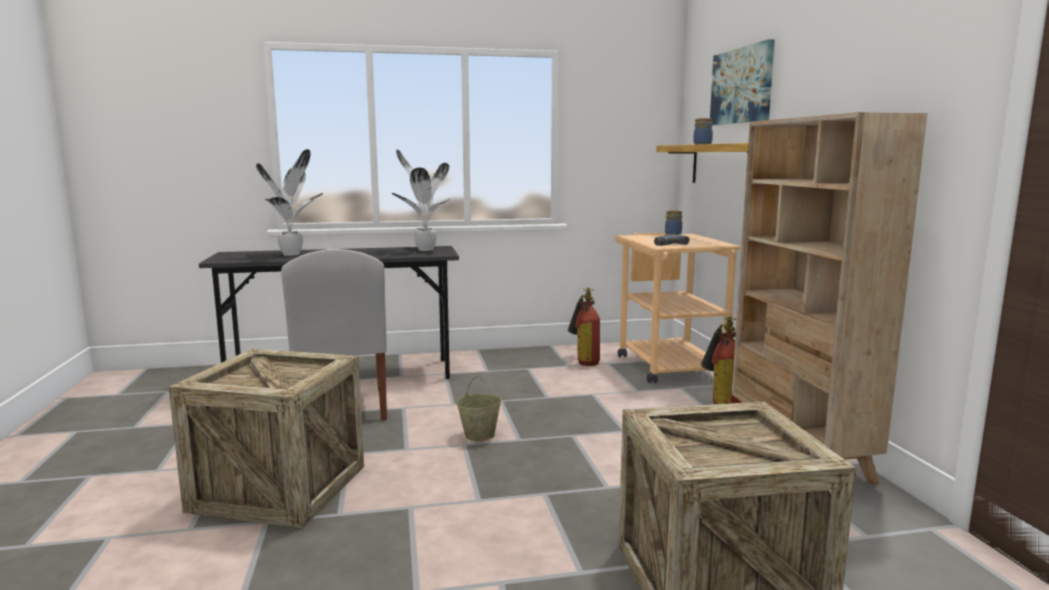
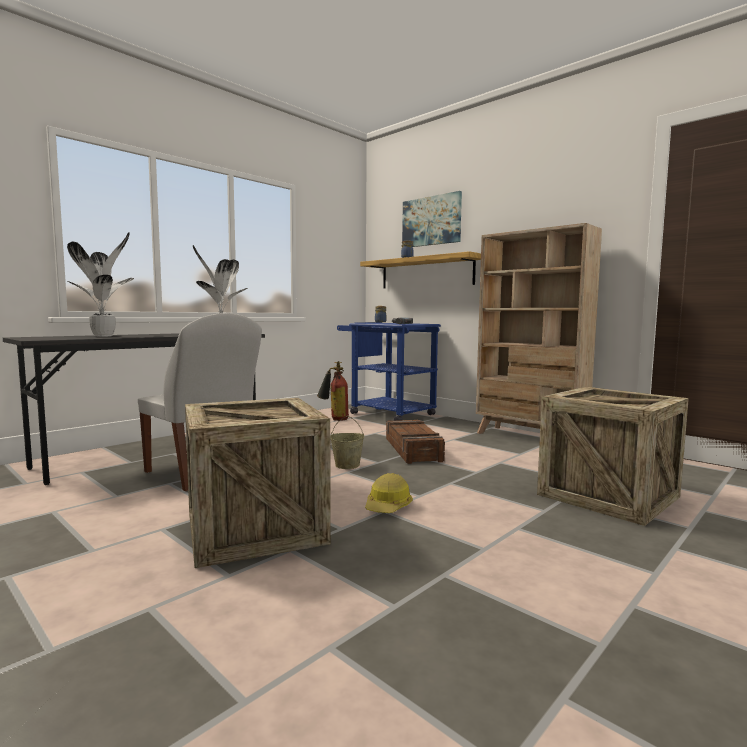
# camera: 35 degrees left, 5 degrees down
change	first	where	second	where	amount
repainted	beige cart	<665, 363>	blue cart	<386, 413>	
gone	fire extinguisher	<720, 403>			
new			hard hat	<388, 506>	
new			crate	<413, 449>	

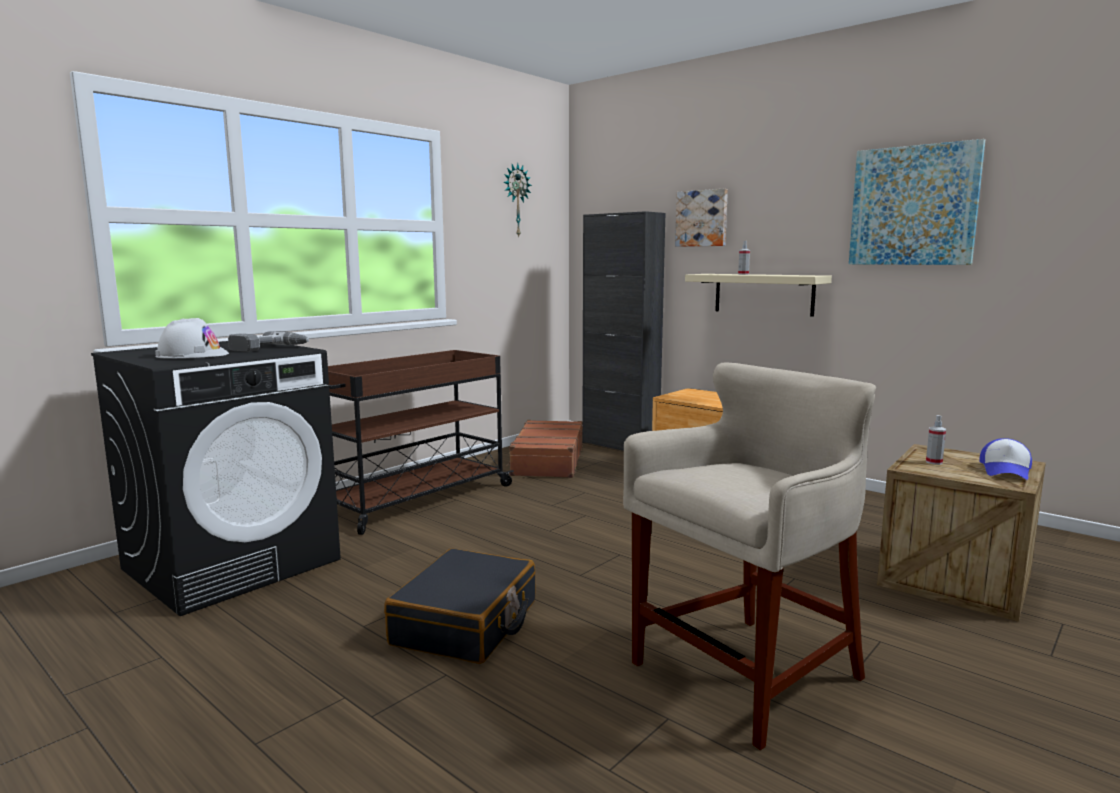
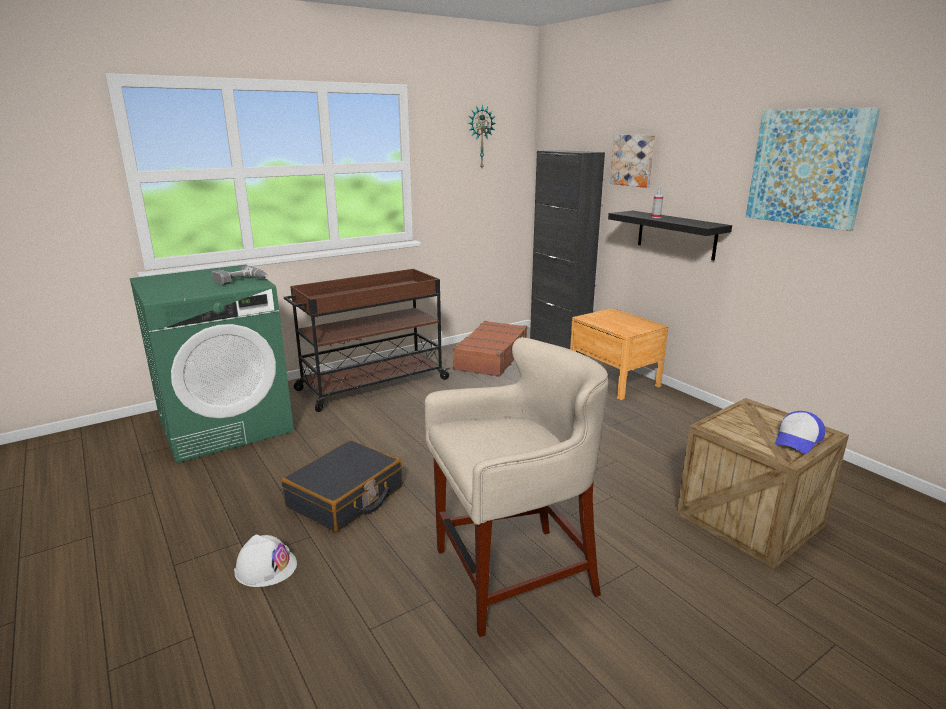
# camera: 15 degrees right, 10 degrees up
change	first	where	second	where	amount
repainted	black washing machine	<233, 563>	green washing machine	<226, 425>	
shifted	white hard hat	<192, 355>		<266, 567>	
repainted	beige shelf	<763, 294>	black shelf	<676, 234>	
gone	spray bottle	<934, 462>			

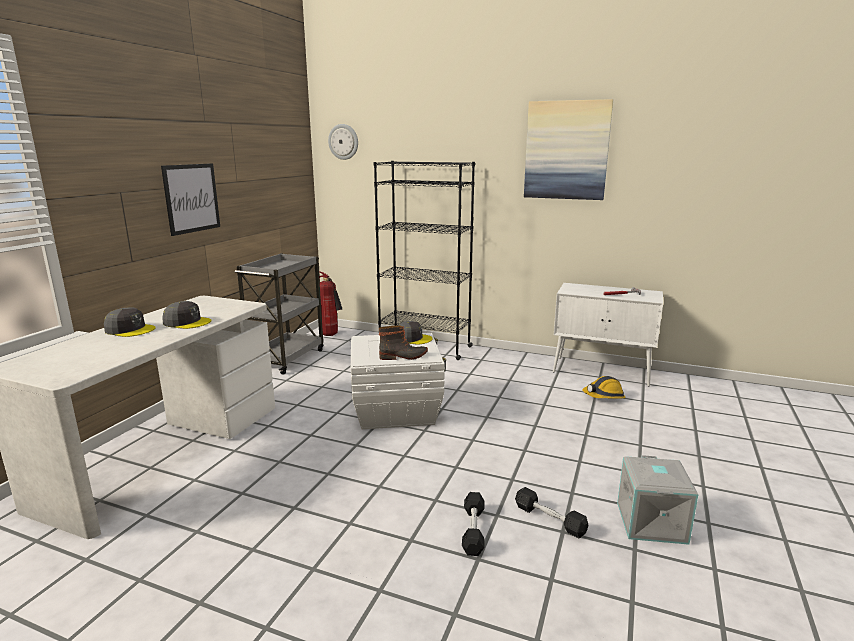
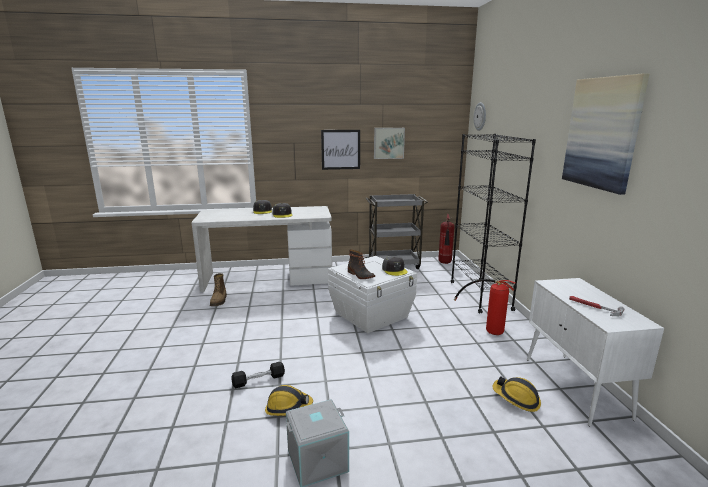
# camera: 60 degrees right, 0 degrees up
change	first	where	second	where	amount
swapped	black dumbbell	<550, 519>	hard hat	<288, 407>	
new			boot	<219, 301>	
new			picture	<388, 143>	
new			fire extinguisher	<485, 327>	

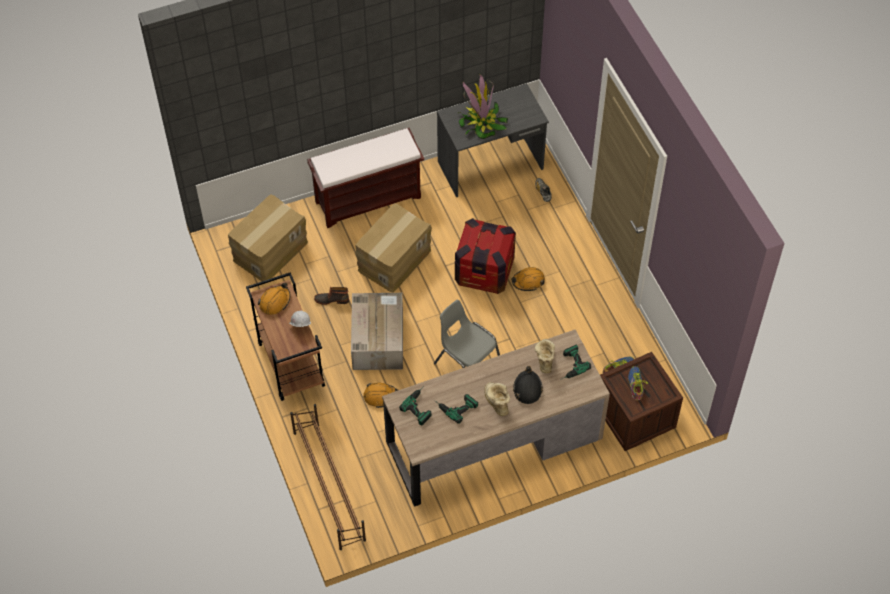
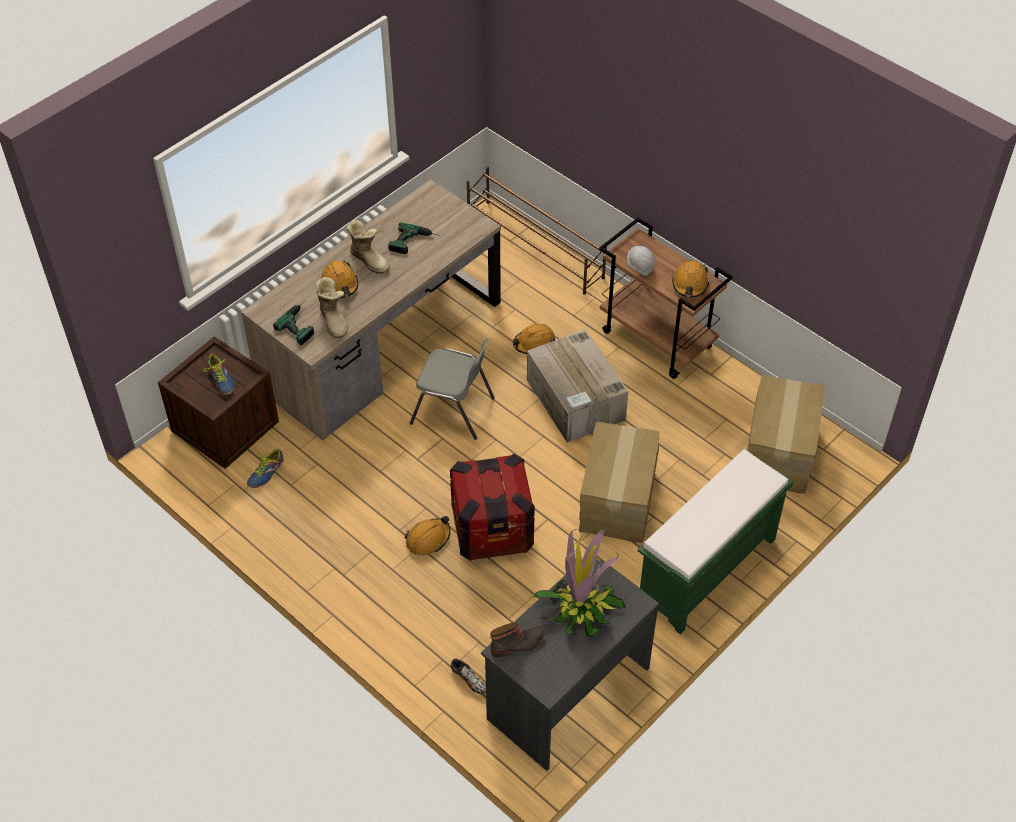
# camera: 155 degrees right, 5 degrees down
change	first	where	second	where	amount
repainted	brown bench	<369, 198>	green bench	<706, 571>	
shifted	boot	<331, 299>		<518, 644>	
gone	power drill	<421, 405>			
repainted	black hard hat	<527, 389>	orange hard hat	<340, 284>	

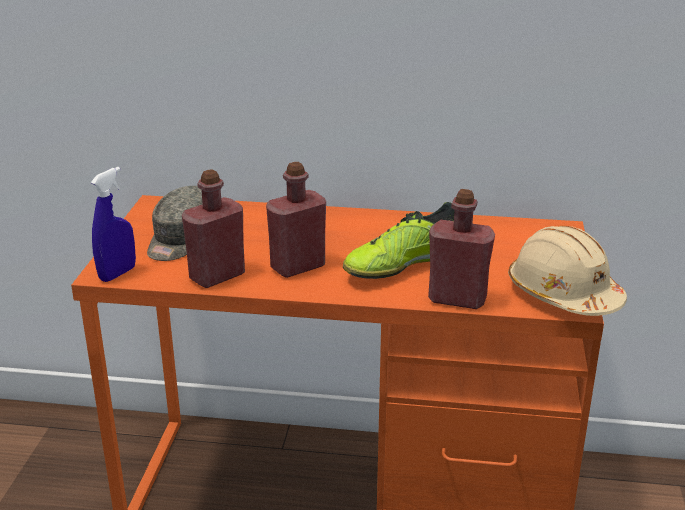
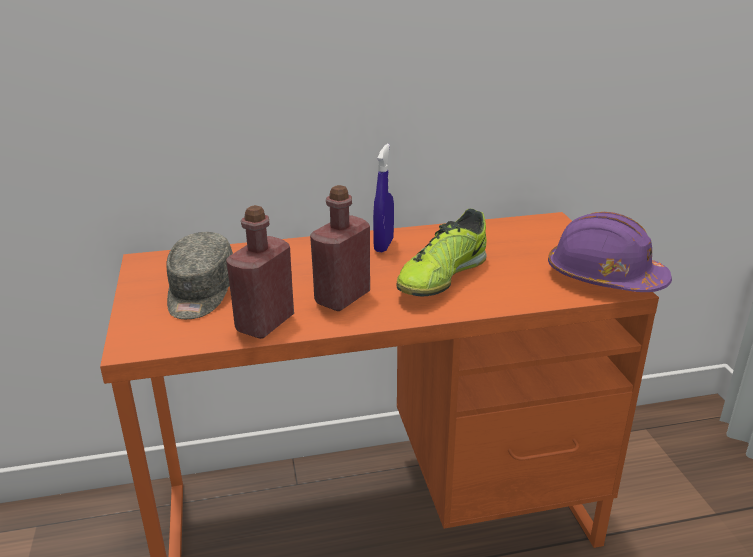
# camera: 20 degrees left, 0 degrees up
change	first	where	second	where	amount
shifted	blue spray bottle	<117, 274>		<383, 245>	
gone	red bottle	<457, 299>			
repainted	beige hard hat	<563, 294>	purple hard hat	<604, 278>	

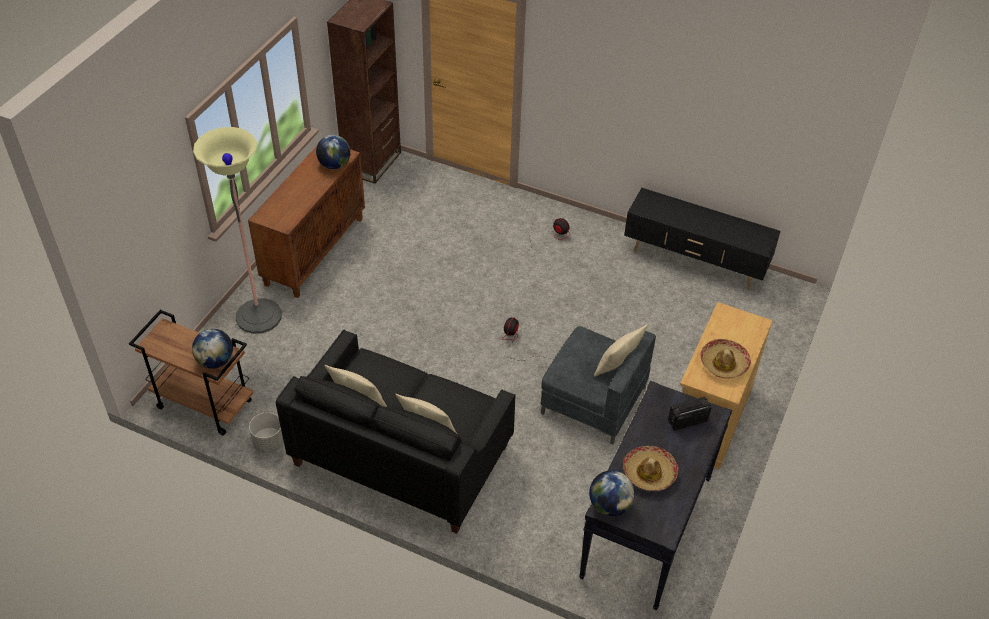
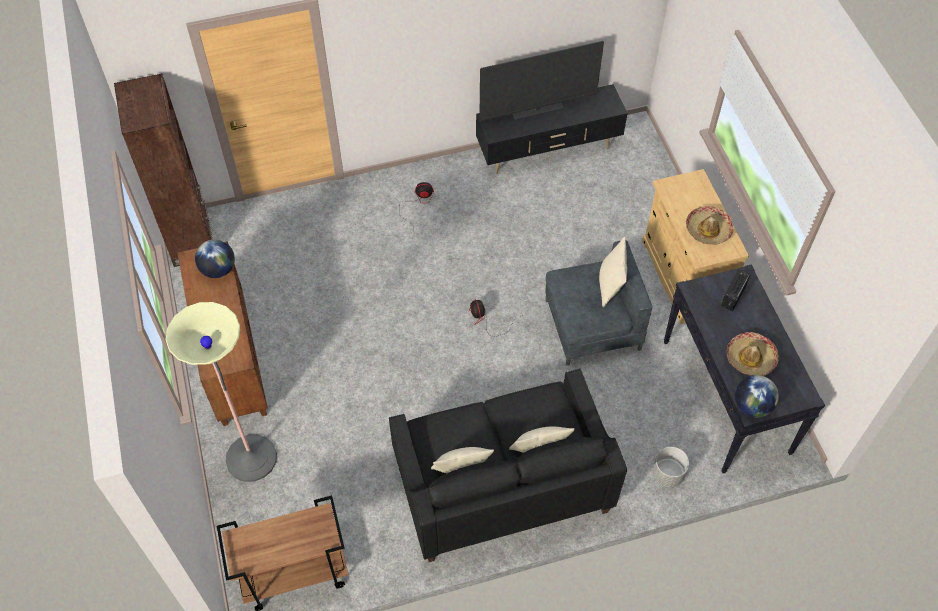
# camera: 40 degrees left, 10 degrees up
change	first	where	second	where	amount
gone	globe	<215, 361>			
shifted	grey planter	<268, 443>		<667, 474>	
new			television	<537, 110>	

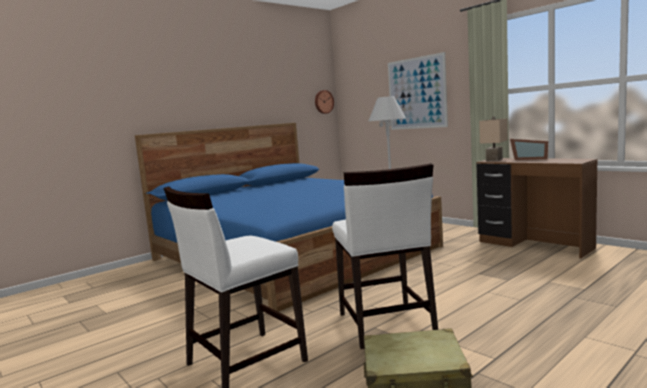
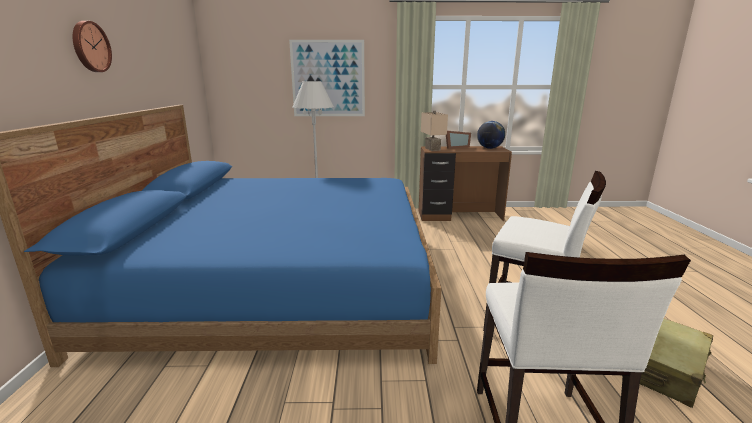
# camera: 50 degrees left, 10 degrees up
change	first	where	second	where	amount
shifted	wall clock	<323, 102>		<90, 47>	
new			globe	<489, 148>	

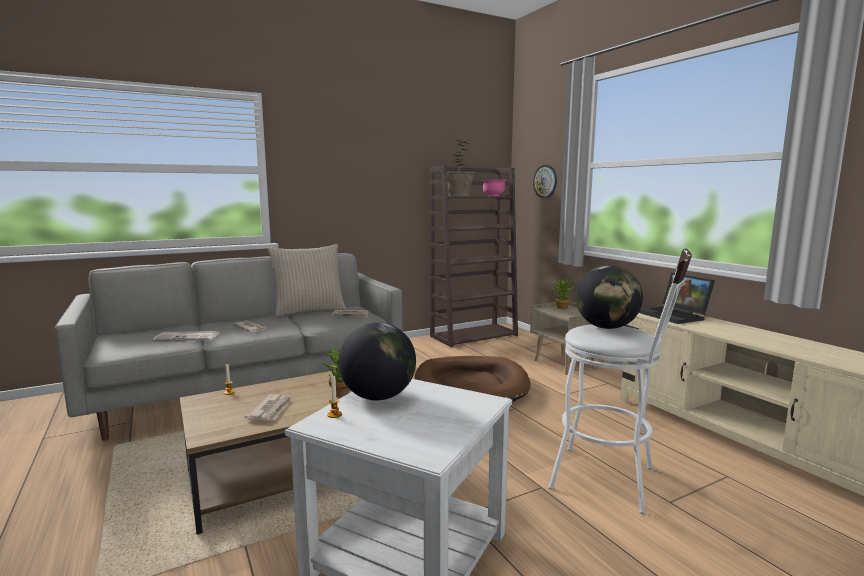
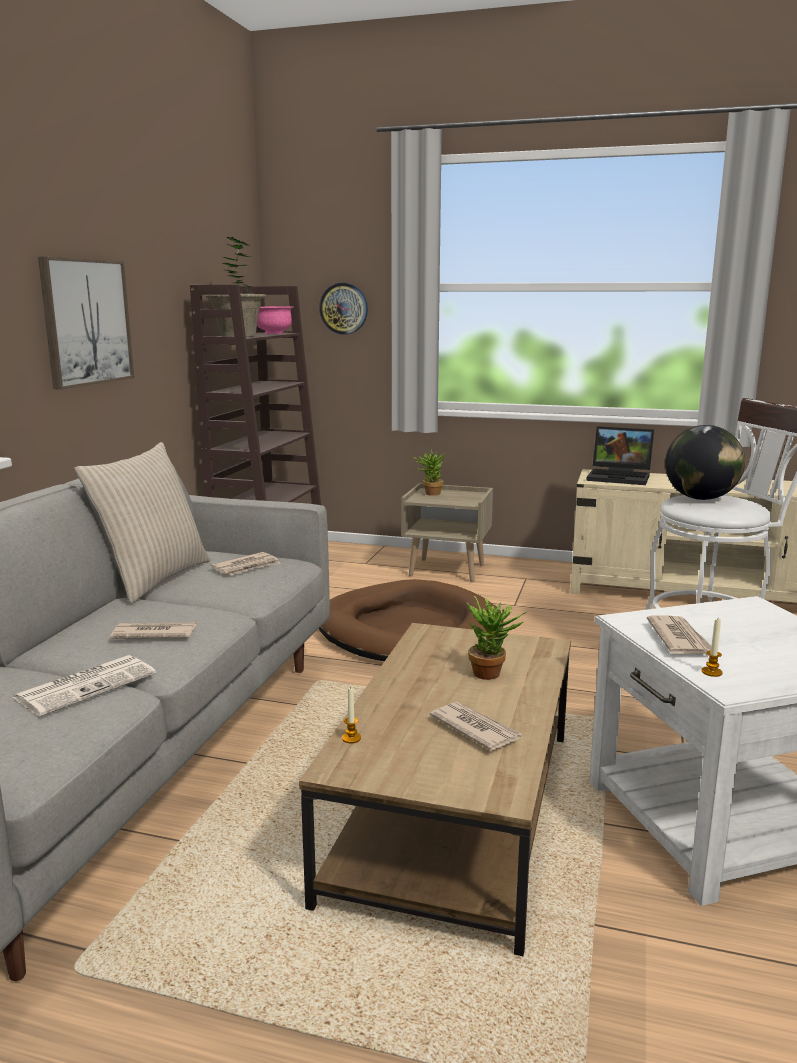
# camera: 45 degrees left, 5 degrees up
change	first	where	second	where	amount
swapped	globe	<378, 397>	newspaper	<680, 639>	
new			picture	<86, 322>	

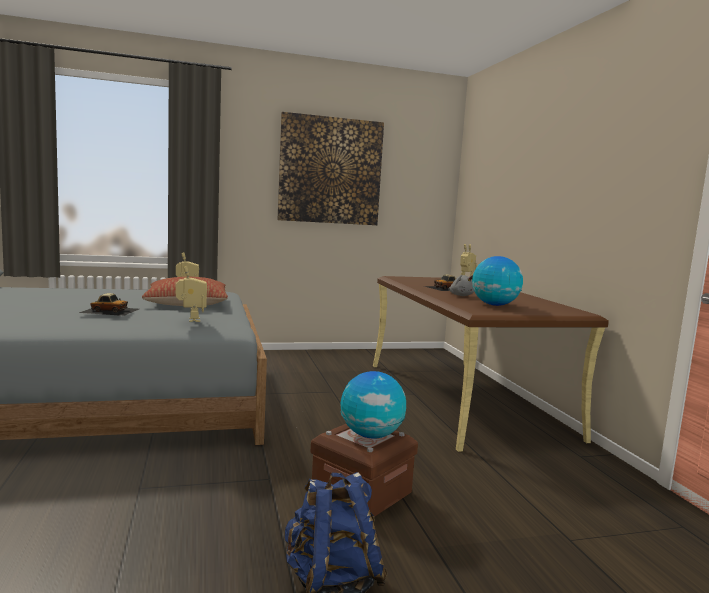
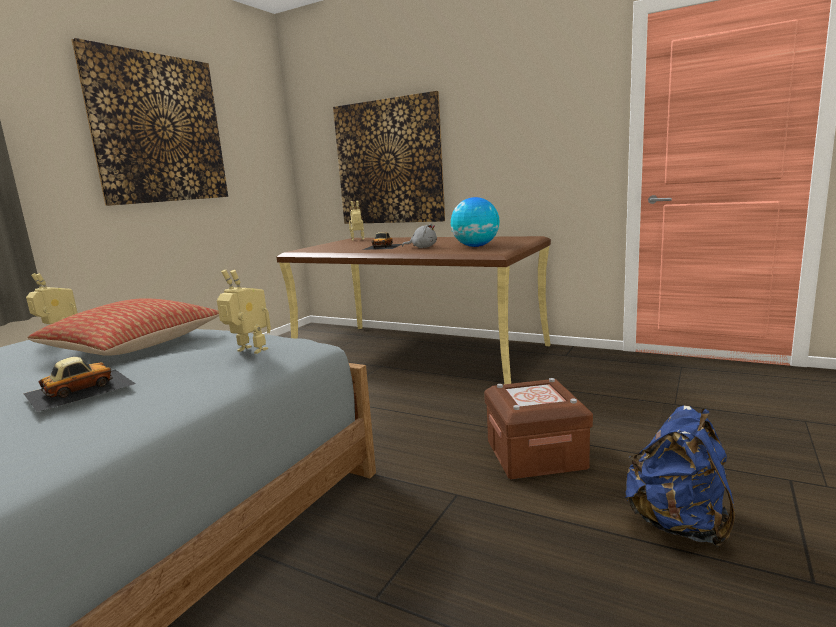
# camera: 45 degrees left, 5 degrees up
change	first	where	second	where	amount
gone	globe	<371, 435>			
new			picture	<389, 162>	

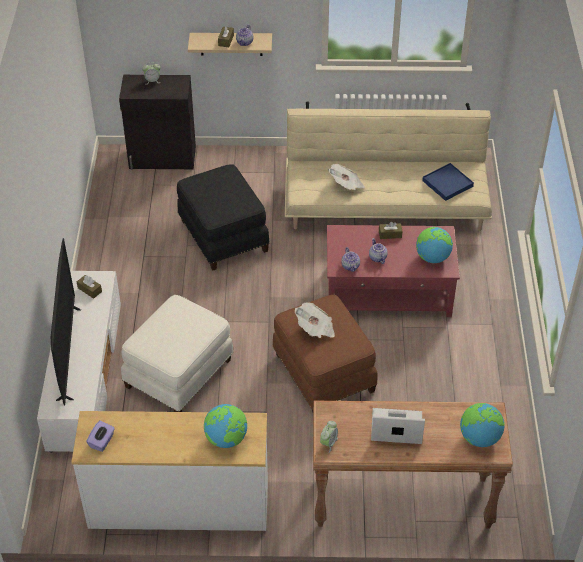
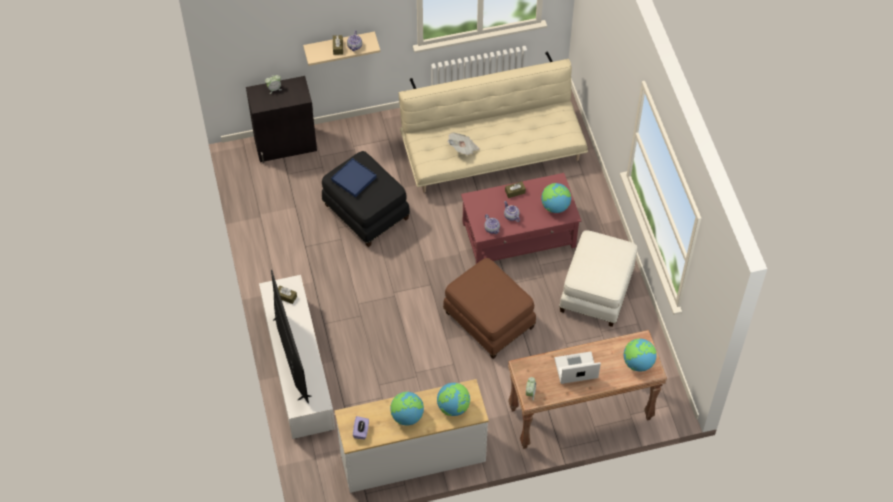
# camera: 15 degrees left, 10 degrees up
change	first	where	second	where	amount
shifted	white ottoman	<180, 374>		<597, 291>	
gone	newspaper	<315, 328>			
shifted	blue tray	<447, 183>		<353, 179>	
new			globe	<407, 416>	

